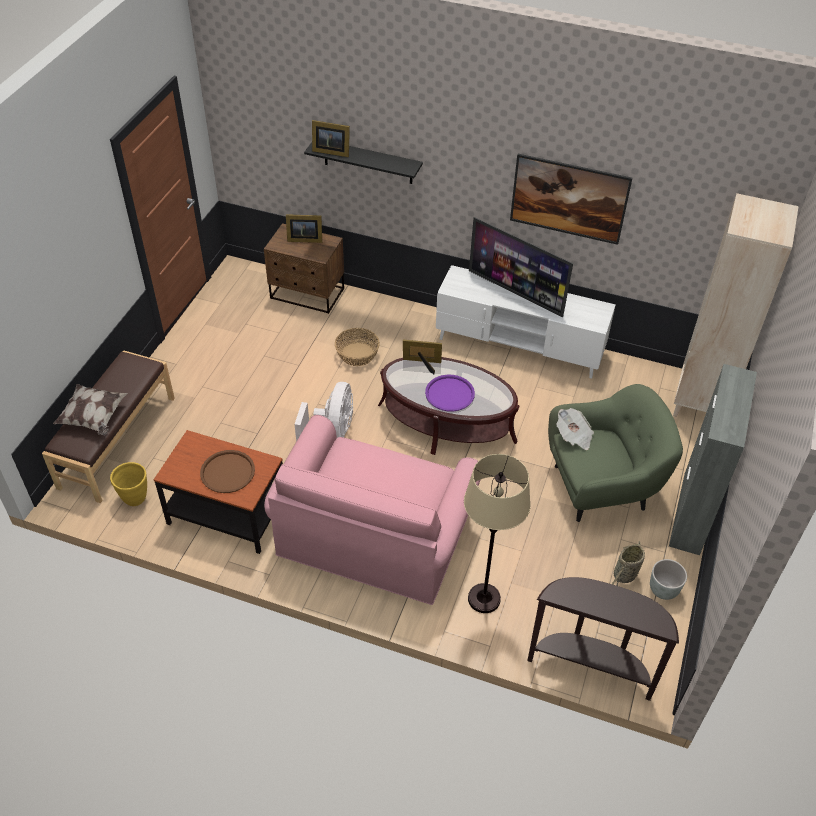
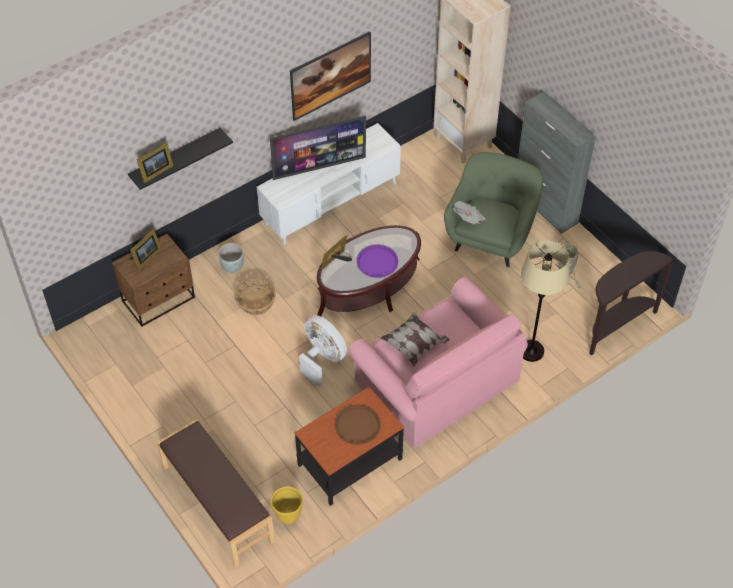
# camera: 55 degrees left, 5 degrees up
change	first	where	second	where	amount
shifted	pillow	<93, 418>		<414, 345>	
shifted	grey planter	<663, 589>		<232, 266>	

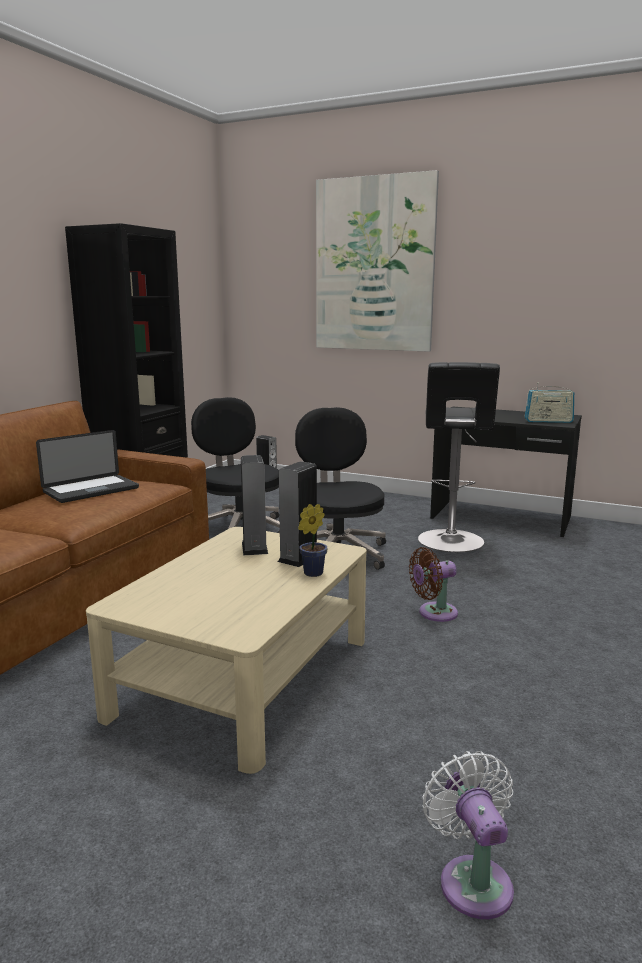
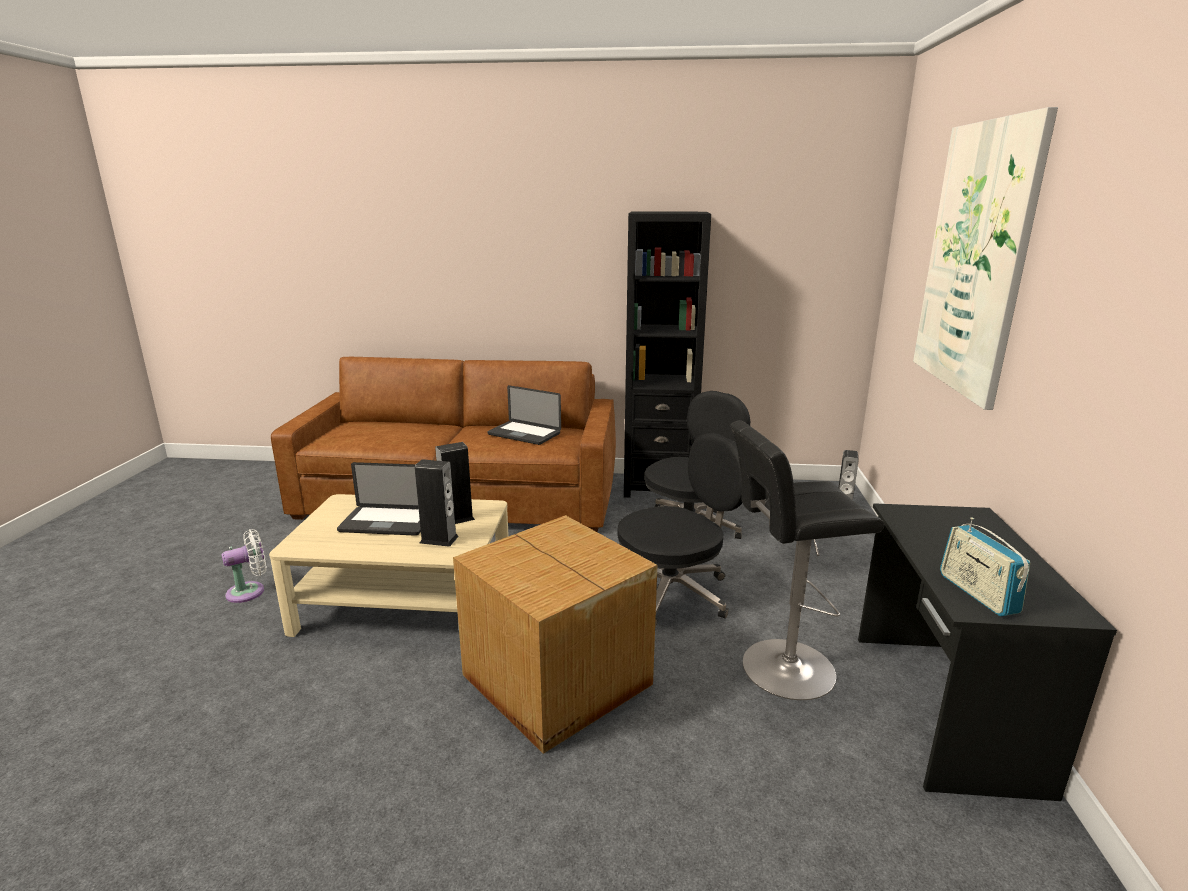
# camera: 70 degrees right, 5 degrees up
change	first	where	second	where	amount
gone	potted plant	<311, 573>			
swapped	brown fan	<434, 613>	cardboard box	<556, 681>	
shifted	white fan	<473, 880>		<250, 591>	
new			laptop	<387, 522>	

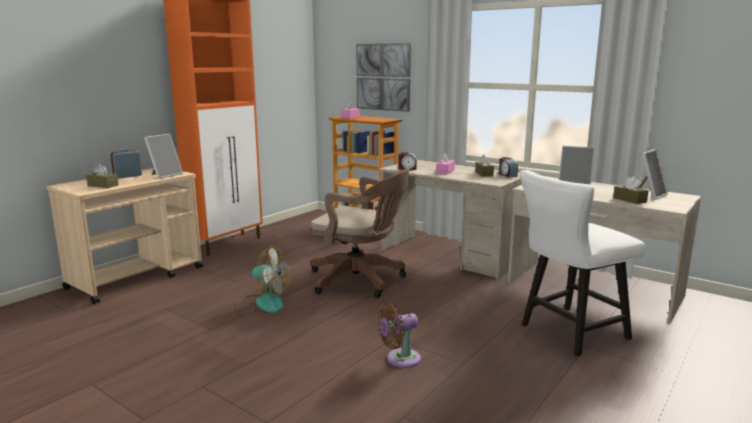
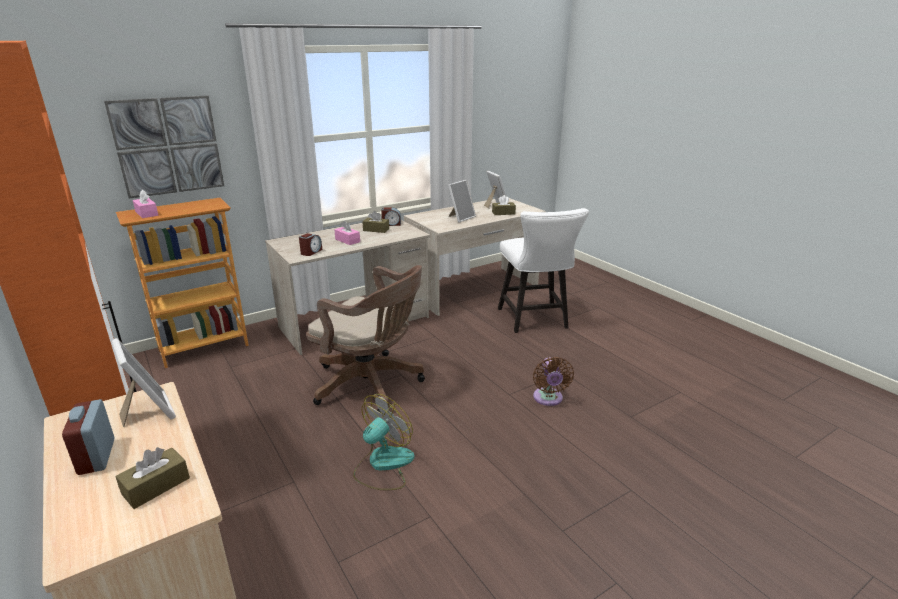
# camera: 70 degrees left, 10 degrees up
change	first	where	second	where	amount
rotated	brown office chair	<361, 280>		<372, 385>	75 degrees clockwise

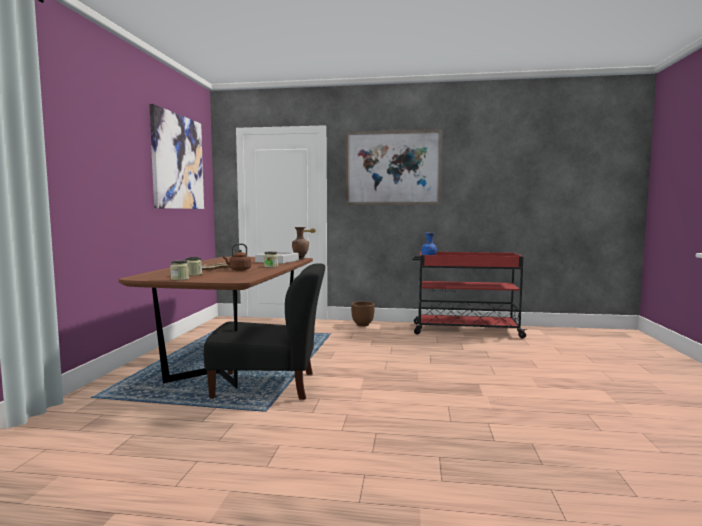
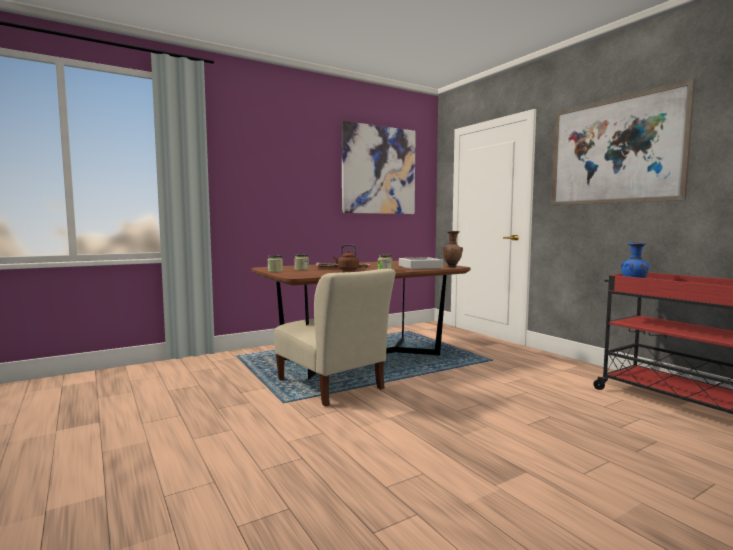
# camera: 50 degrees right, 0 degrees up
change	first	where	second	where	amount
repainted	black chair	<269, 386>	beige chair	<332, 386>	
gone	brown planter	<363, 324>			

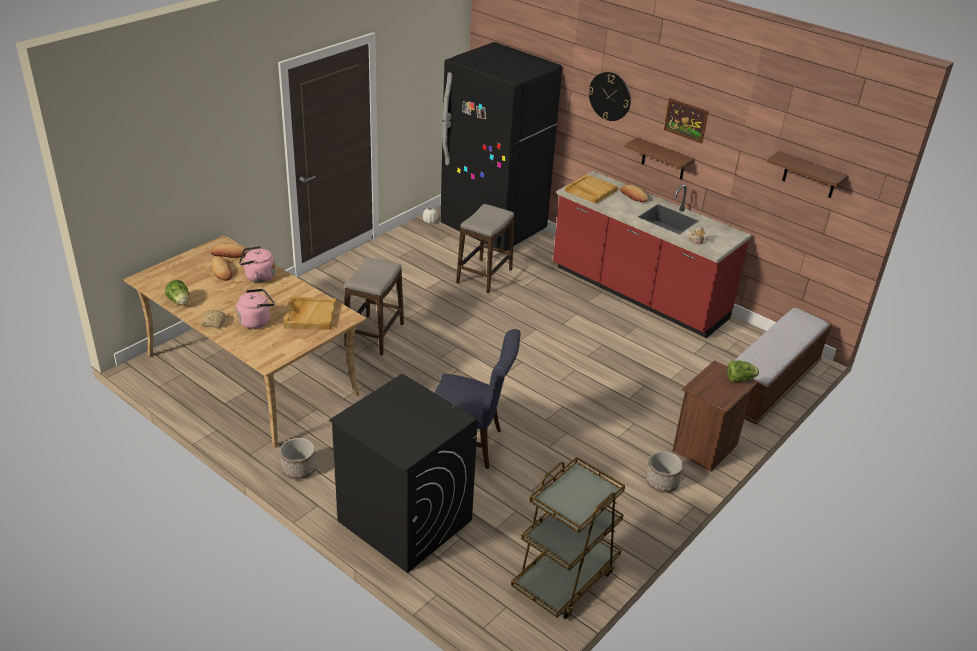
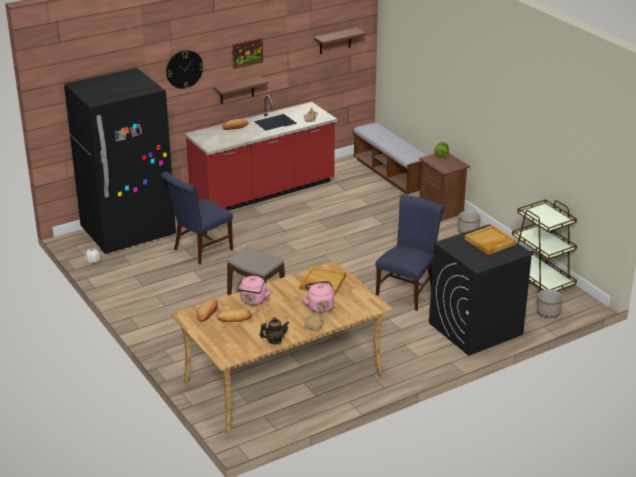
# camera: 70 degrees left, 5 degrees down
change	first	where	second	where	amount
swapped	lettuce	<180, 302>	teapot	<274, 340>	
shifted	planter	<299, 469>		<548, 312>	
swapped	stool	<484, 276>	blue chair	<200, 250>	
shifted	beige tray	<590, 191>		<490, 242>	

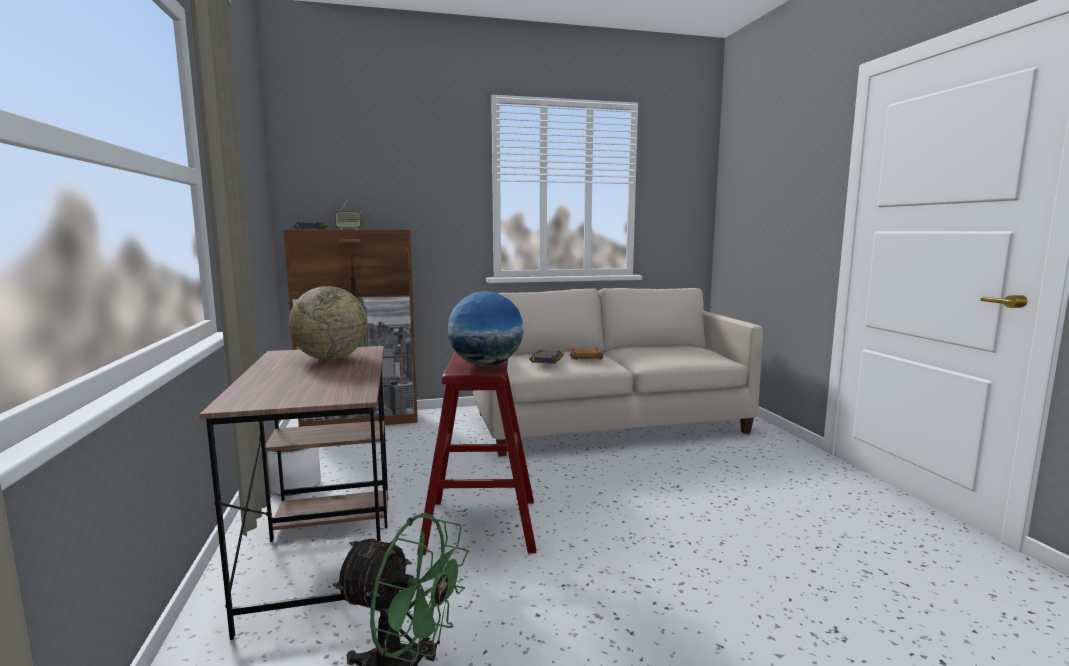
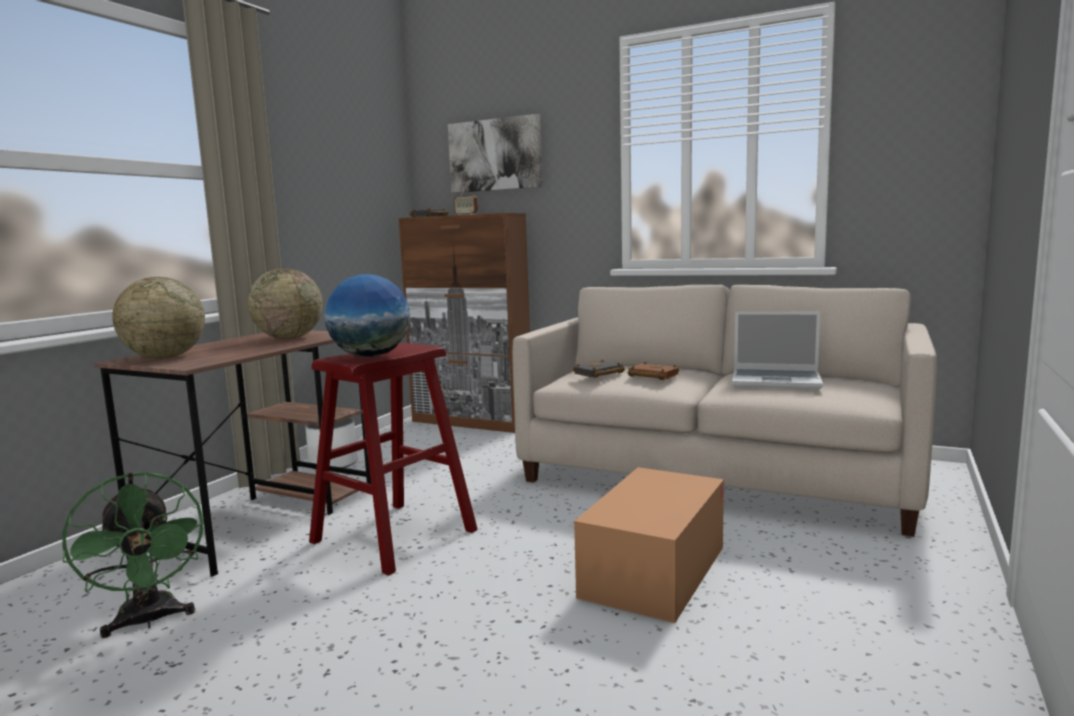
# camera: 40 degrees right, 0 degrees up
change	first	where	second	where	amount
new			globe	<164, 357>	
new			picture	<495, 155>	
new			cardboard box	<654, 571>	
new			laptop	<777, 381>	

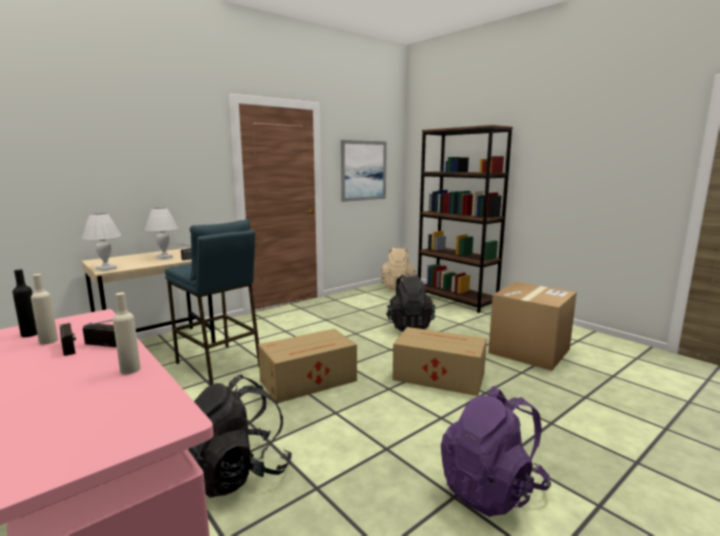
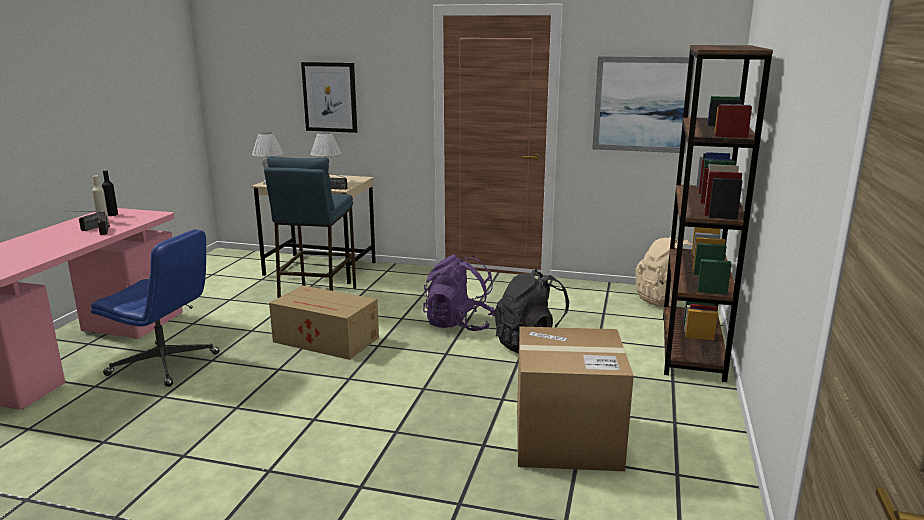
# camera: 55 degrees right, 5 degrees up
change	first	where	second	where	amount
gone	beige bottle	<130, 370>			
swapped	black backpack	<238, 473>	blue office chair	<165, 364>	
gone	cardboard box	<437, 376>			
shifted	purple backpack	<491, 489>		<459, 324>	
new			picture	<330, 97>	

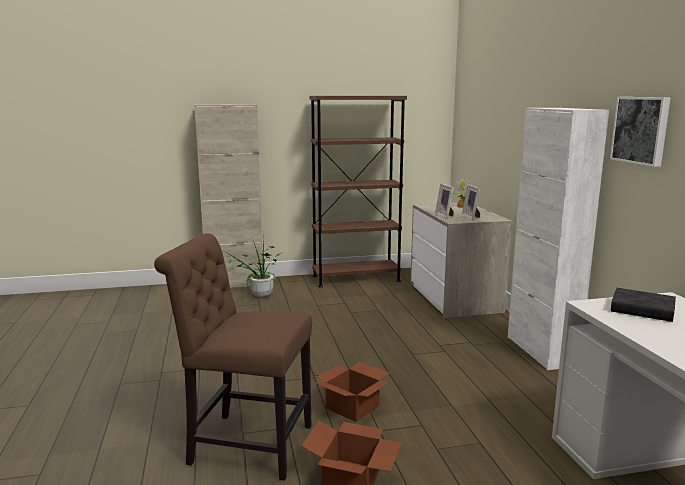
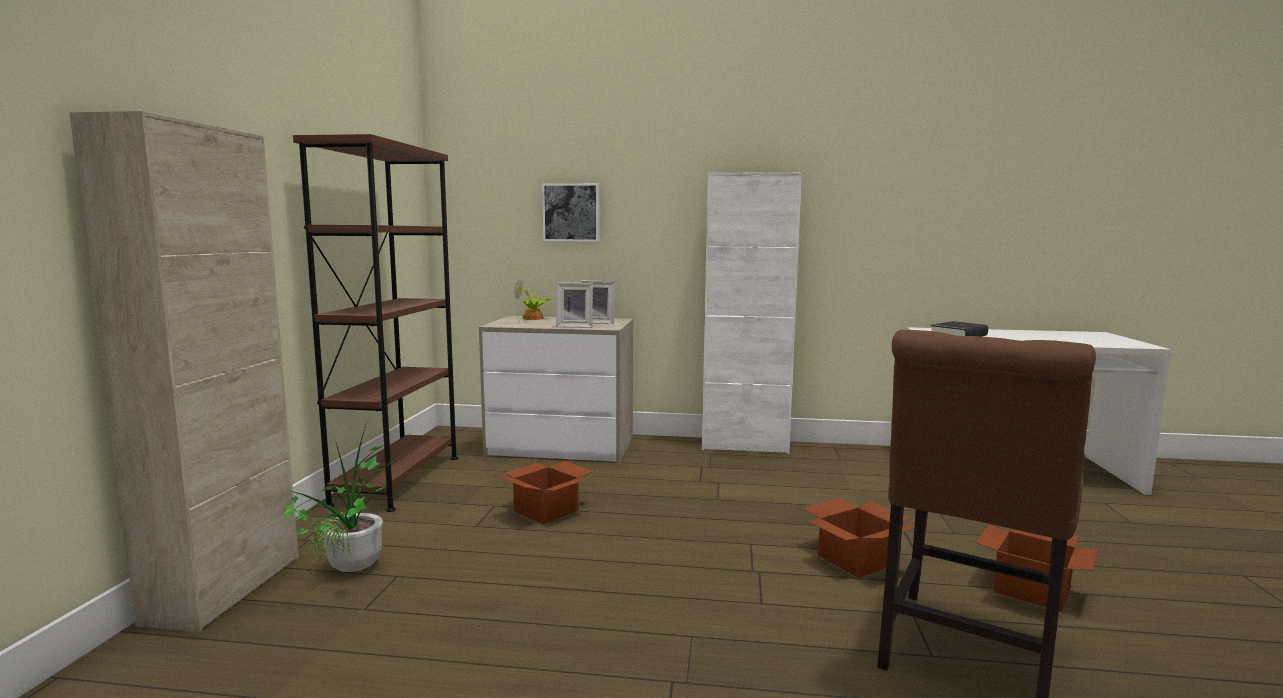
# camera: 70 degrees left, 5 degrees down
change	first	where	second	where	amount
shifted	picture	<641, 130>		<571, 212>	
new			cardboard box	<548, 510>	

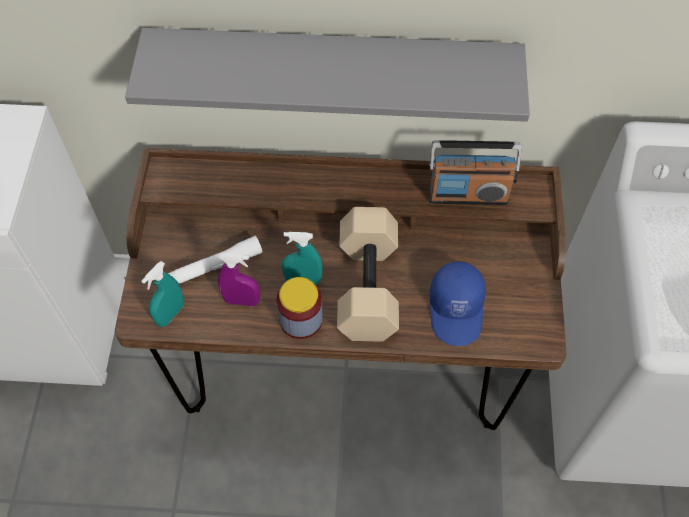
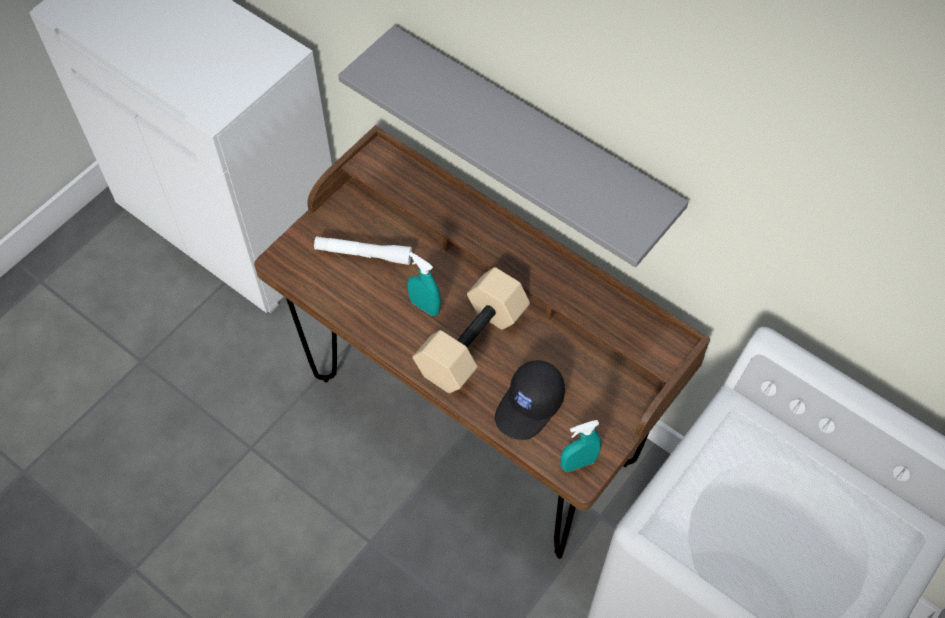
# camera: 35 degrees right, 0 degrees up
change	first	where	second	where	amount
shifted	turquoise spray bottle	<170, 314>		<578, 463>	
gone	purple spray bottle	<242, 301>			
gone	jar	<301, 319>			
gone	radio	<468, 194>			
repainted	blue cap	<457, 310>	black cap	<530, 406>	

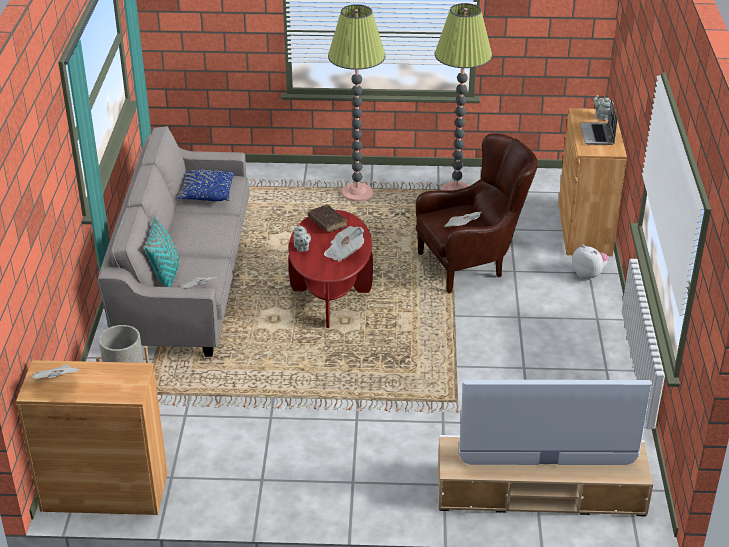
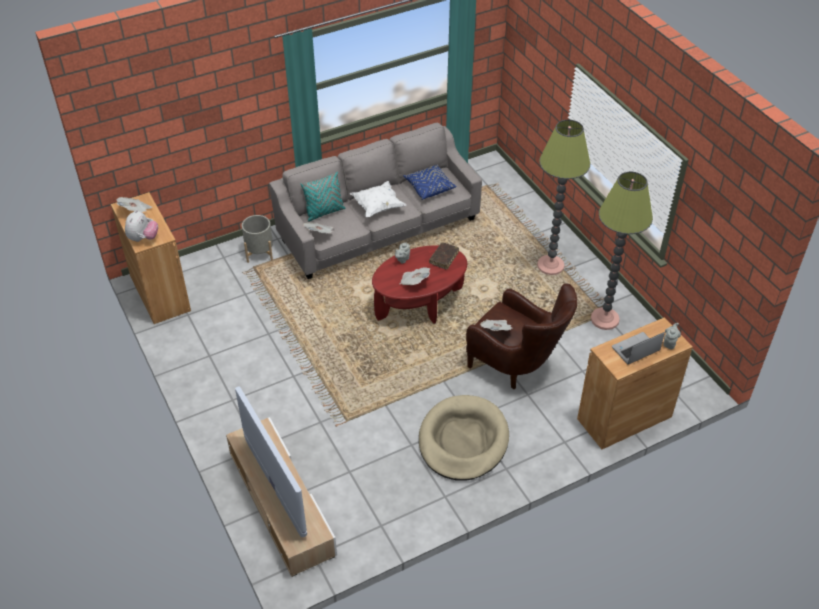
# camera: 60 degrees right, 10 degrees up
change	first	where	second	where	amount
shifted	plush toy	<588, 274>		<143, 238>	
new			white pillow	<377, 207>	
new			beige dog bed	<463, 440>	

